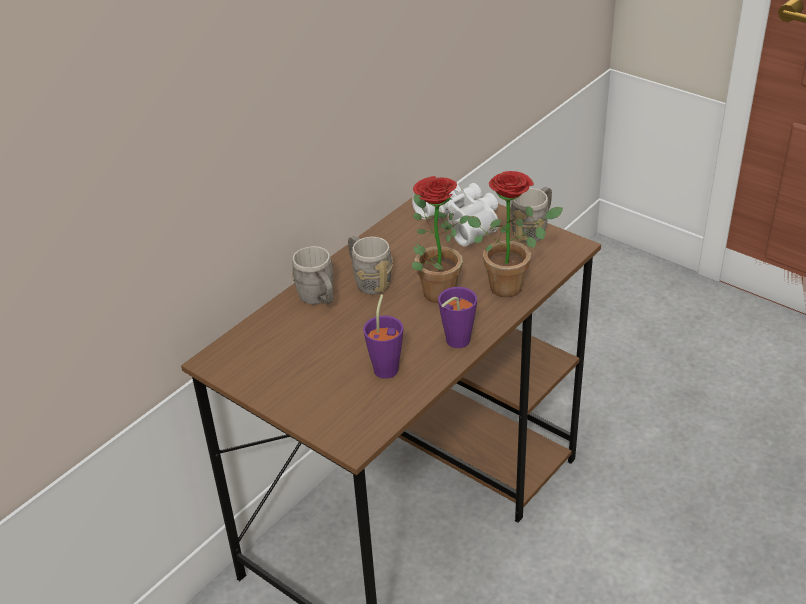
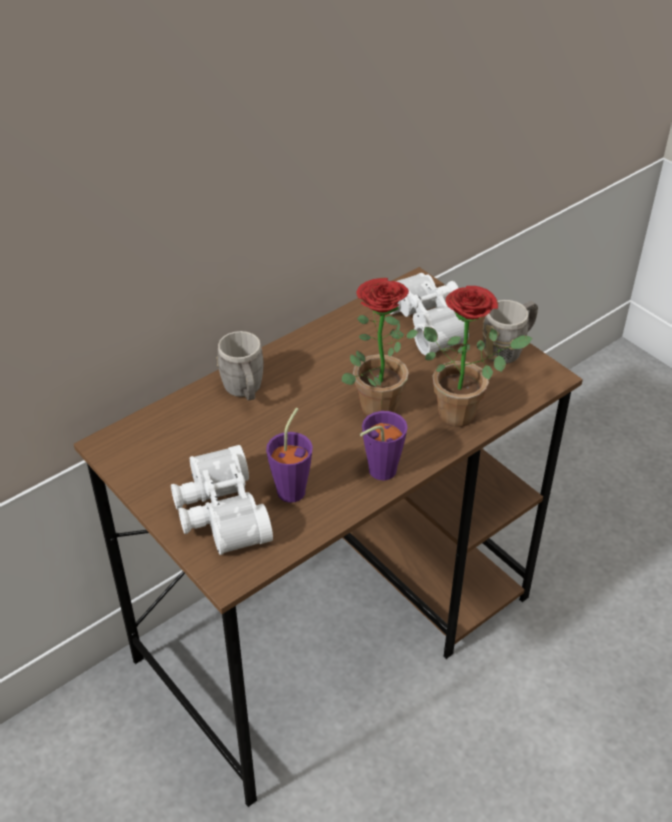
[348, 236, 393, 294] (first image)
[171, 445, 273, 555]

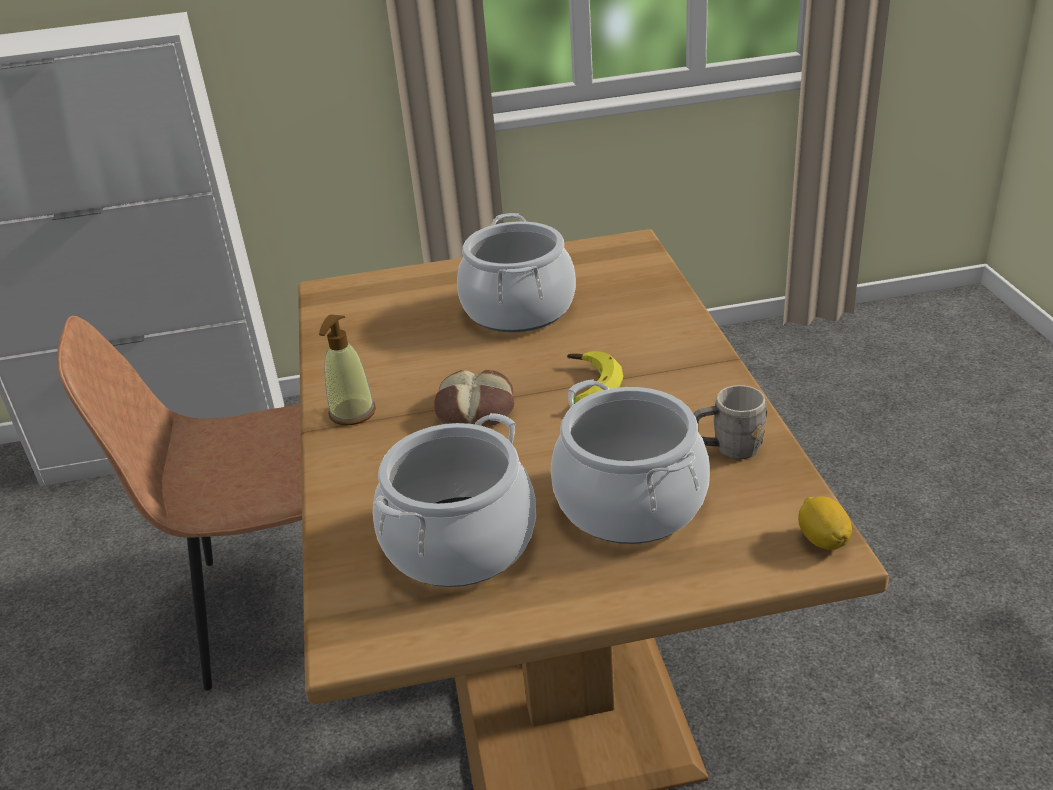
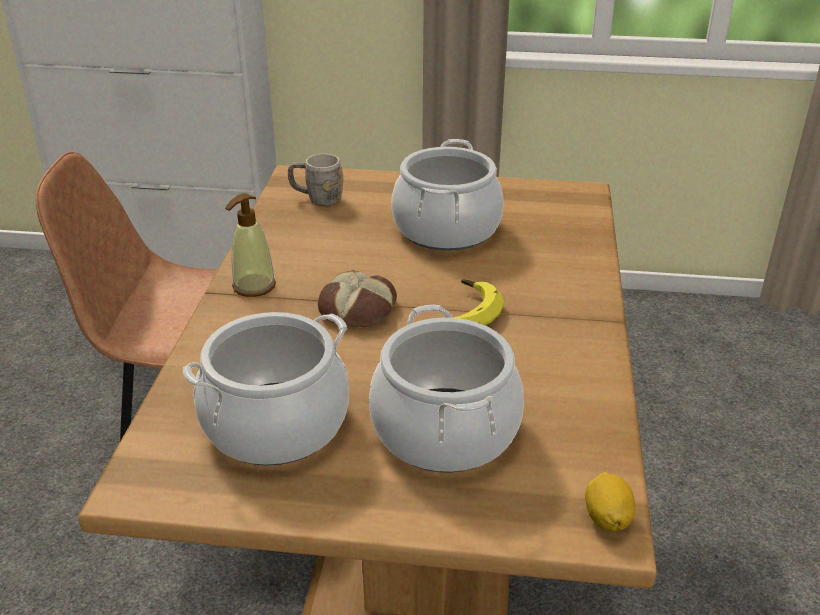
[288, 154, 343, 206]

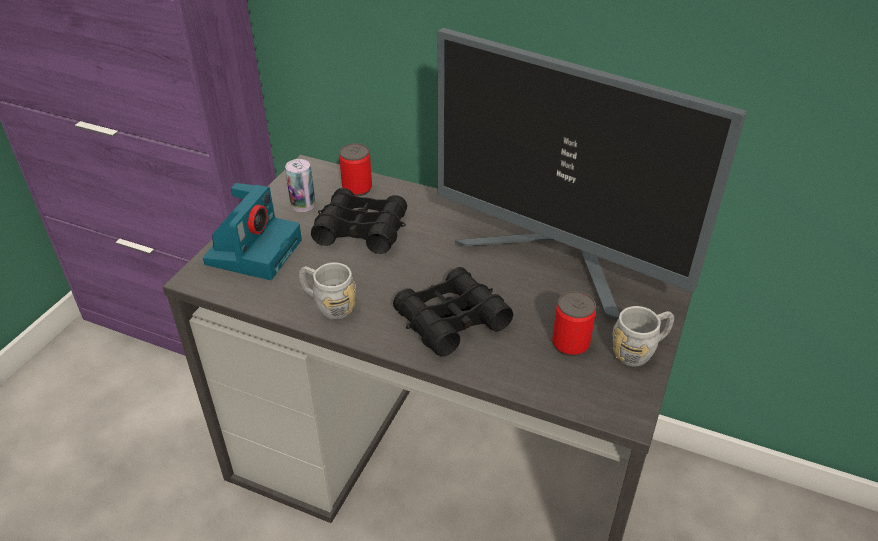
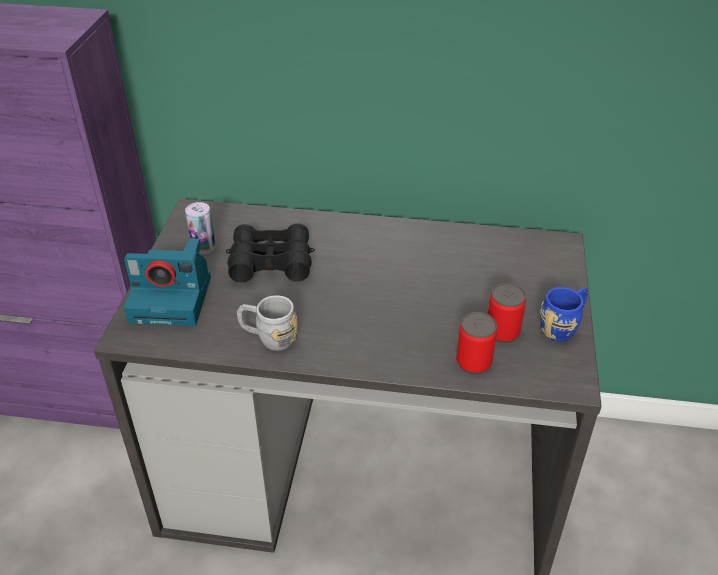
[437, 28, 747, 321] (first image)
[456, 312, 497, 374]
[124, 238, 211, 326]
[393, 267, 513, 357] (first image)
[540, 287, 588, 342]

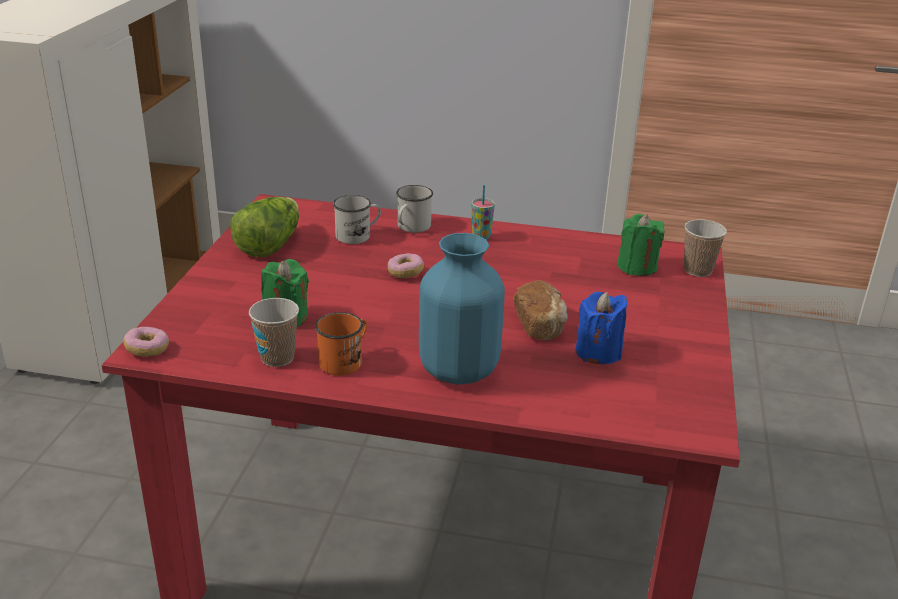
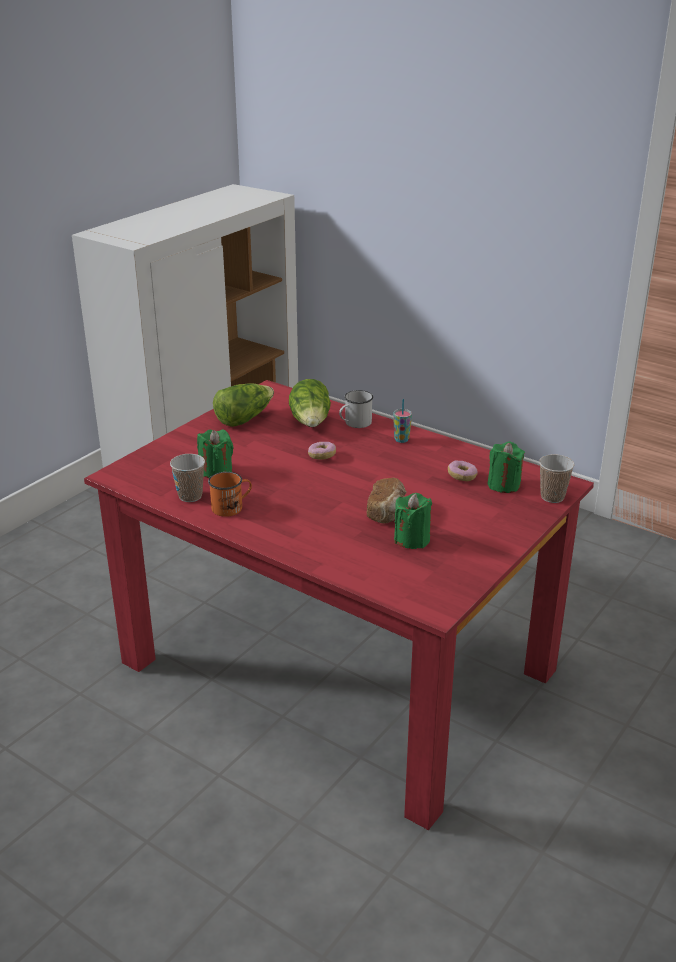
[289, 379, 331, 427]
[419, 233, 505, 384] (first image)
[394, 493, 432, 549]
[448, 461, 478, 481]

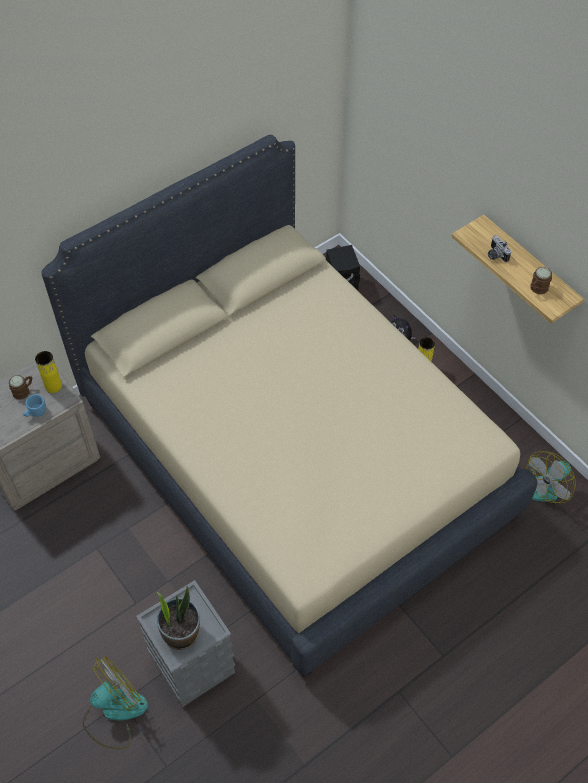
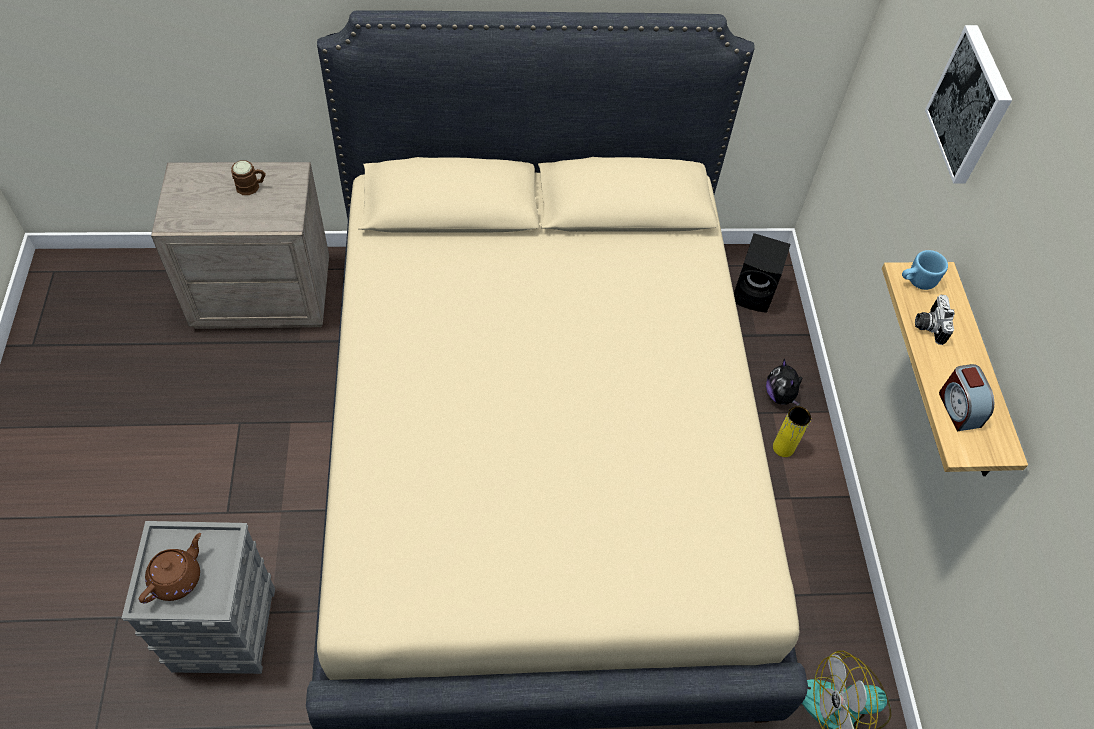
[939, 364, 994, 431]
[35, 351, 62, 393] (first image)
[902, 250, 948, 290]
[139, 533, 201, 603]
[83, 656, 148, 749] (first image)
[925, 25, 1012, 183]

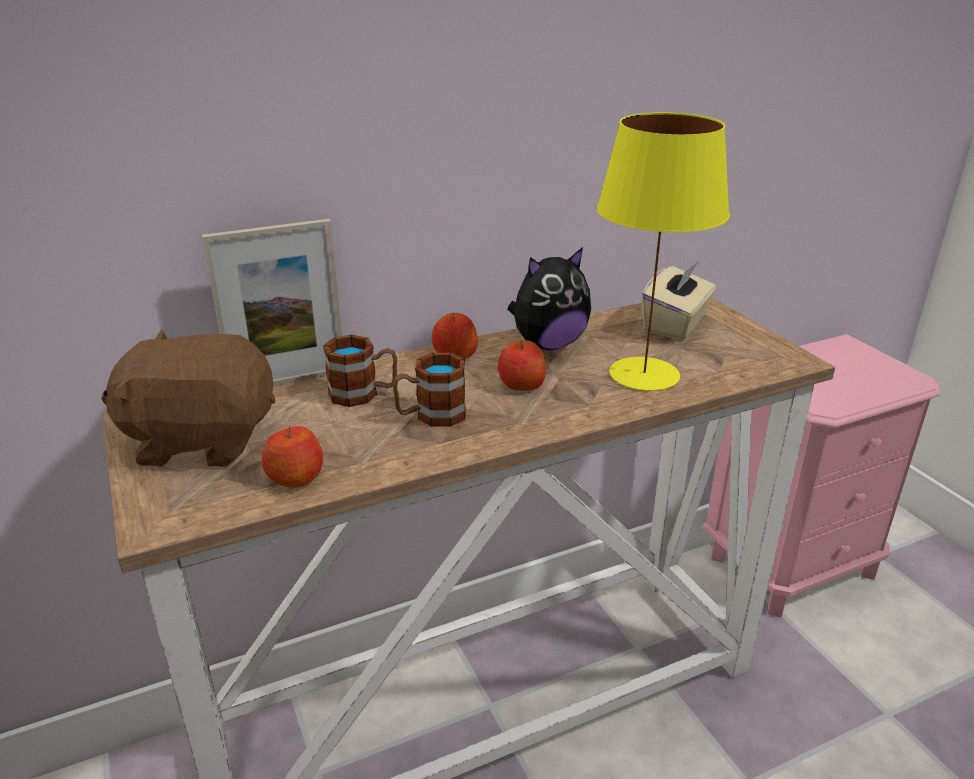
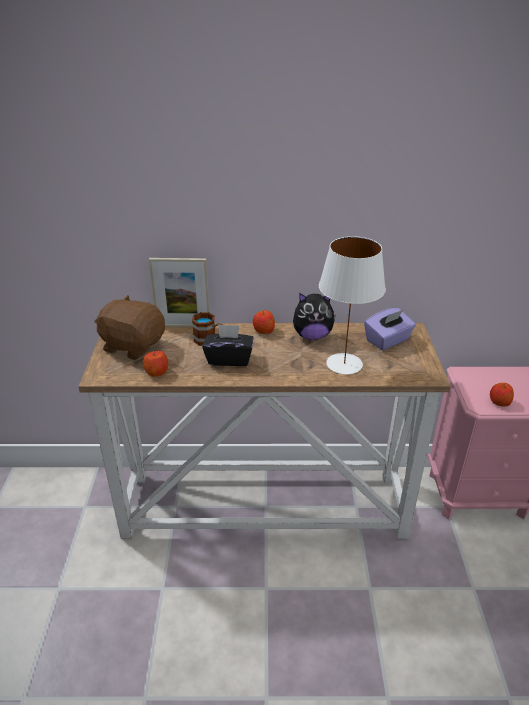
[319, 236, 386, 375]
[364, 308, 416, 350]
[490, 383, 514, 407]
[202, 324, 254, 366]

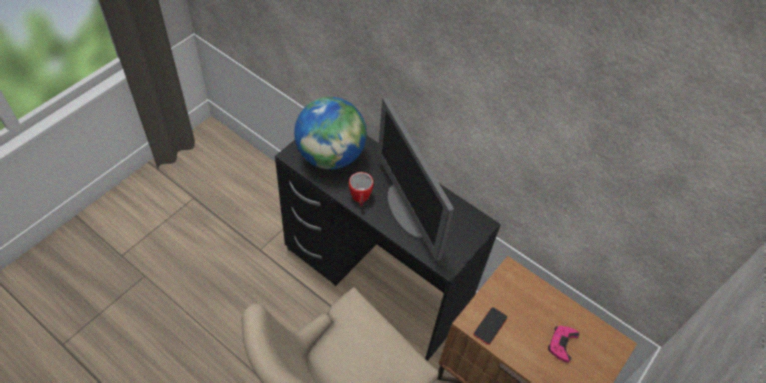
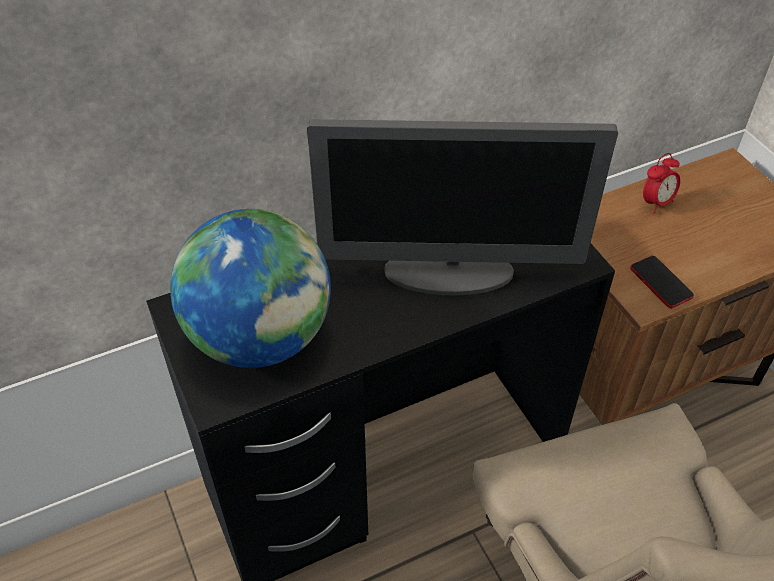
[349, 172, 374, 206] (first image)
[548, 326, 579, 362] (first image)
[643, 153, 680, 213]

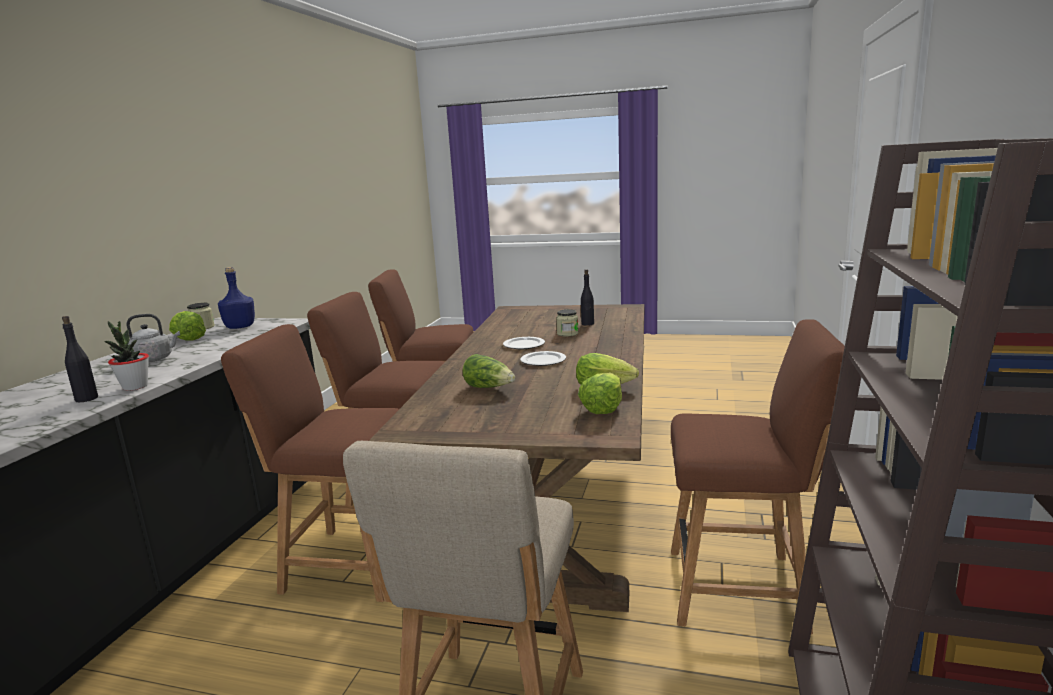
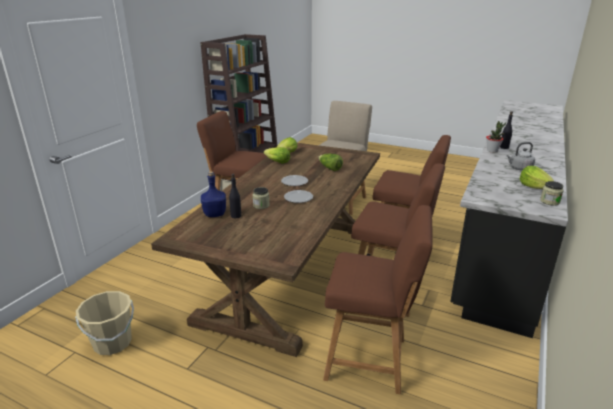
[201, 171, 226, 217]
[75, 291, 134, 355]

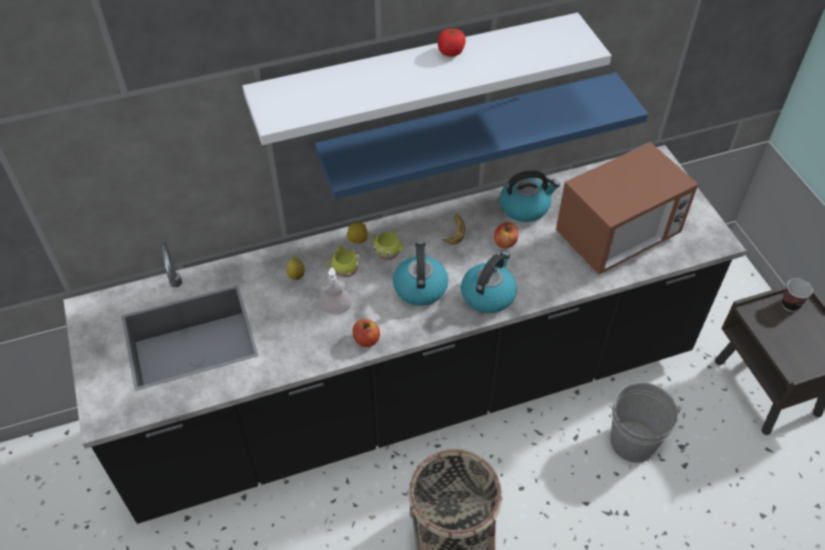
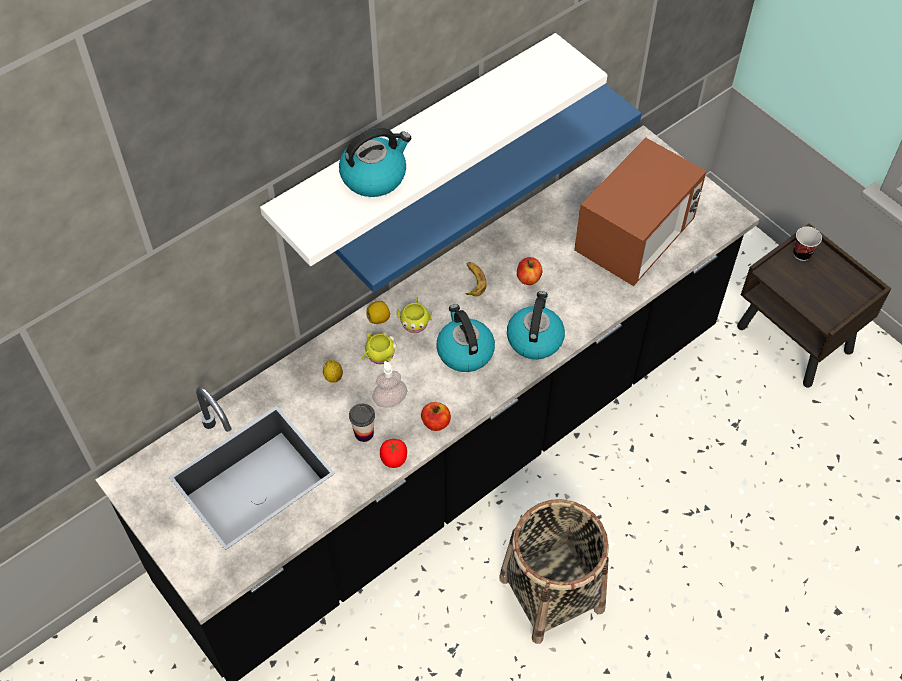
[380, 439, 407, 468]
[339, 128, 411, 197]
[609, 382, 682, 462] (first image)
[349, 404, 375, 442]

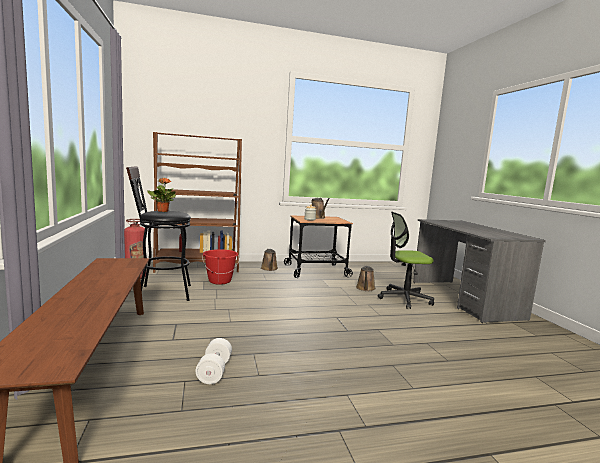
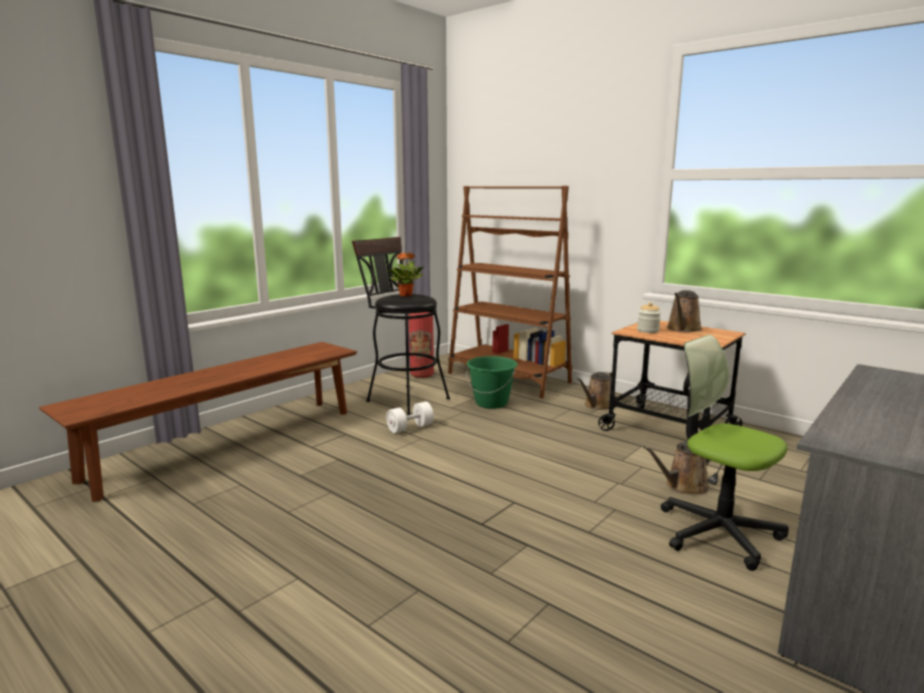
[466, 356, 518, 409]
[386, 402, 434, 433]

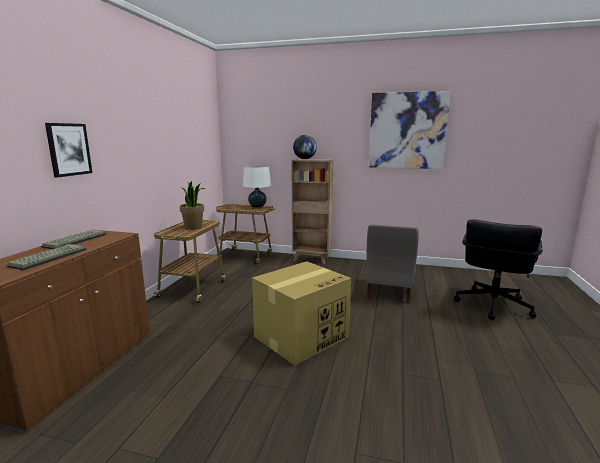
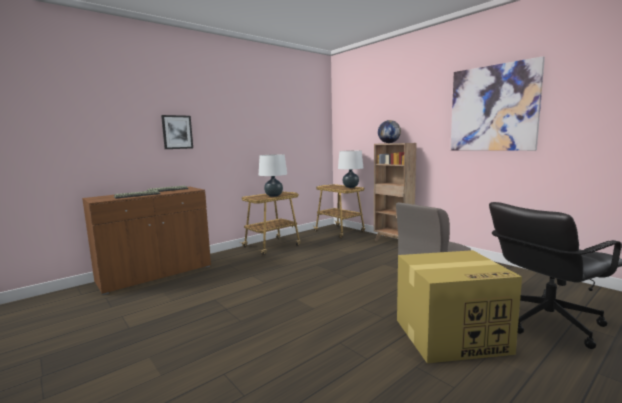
[259, 154, 287, 197]
[397, 250, 522, 363]

